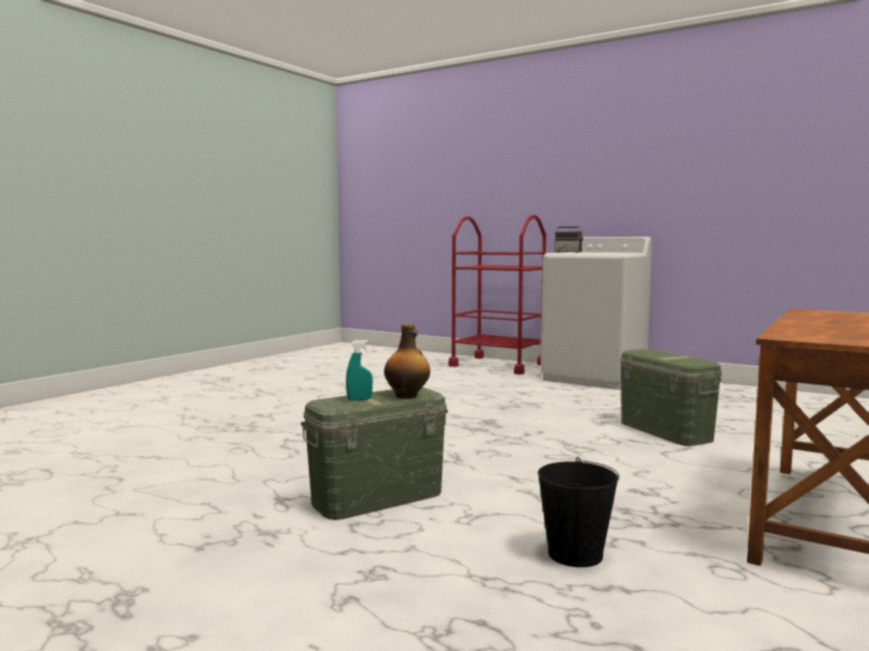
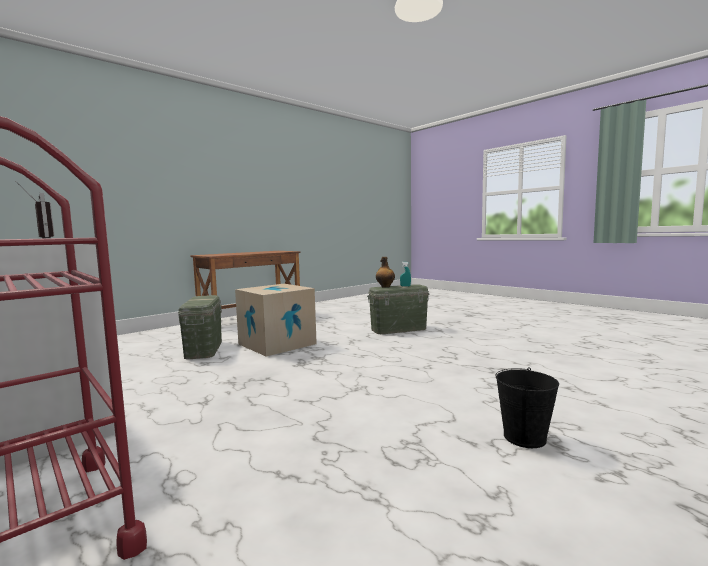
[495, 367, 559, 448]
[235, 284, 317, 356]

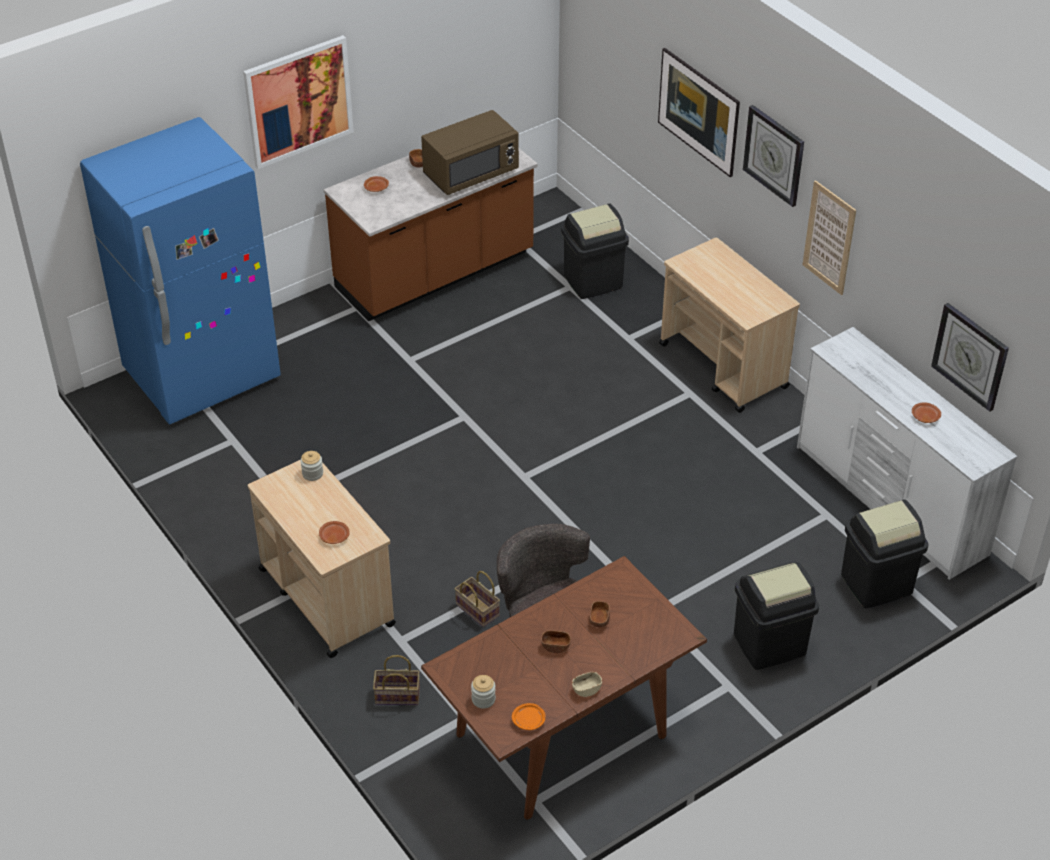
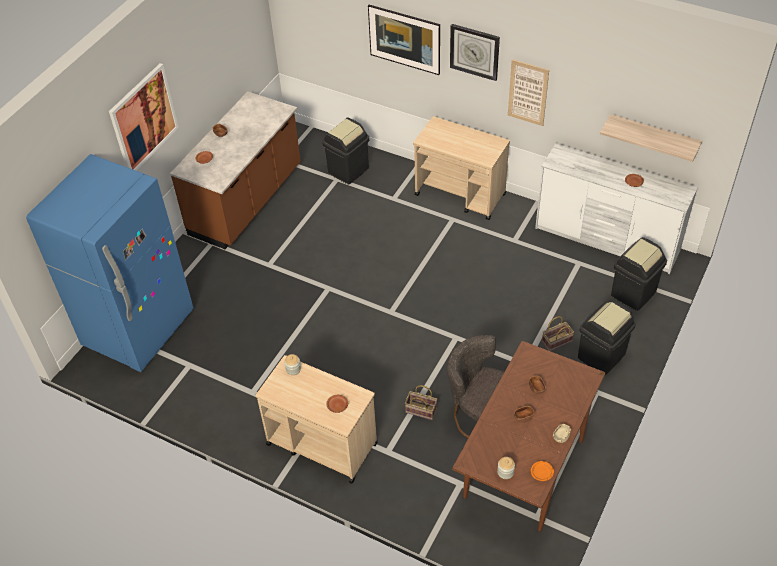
[421, 110, 519, 195] (first image)
[600, 114, 702, 162]
[542, 316, 574, 351]

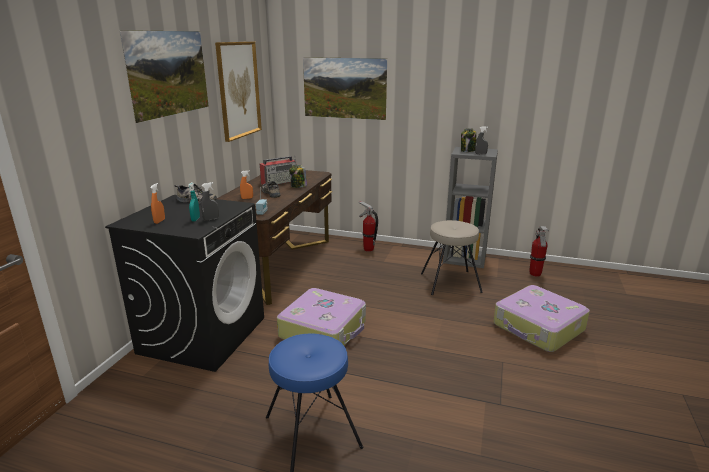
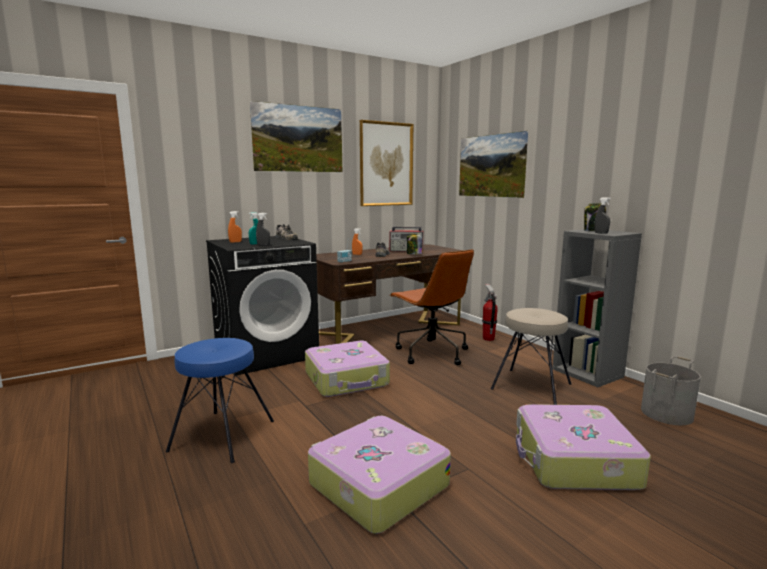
[641, 356, 701, 425]
[389, 249, 474, 365]
[308, 416, 451, 534]

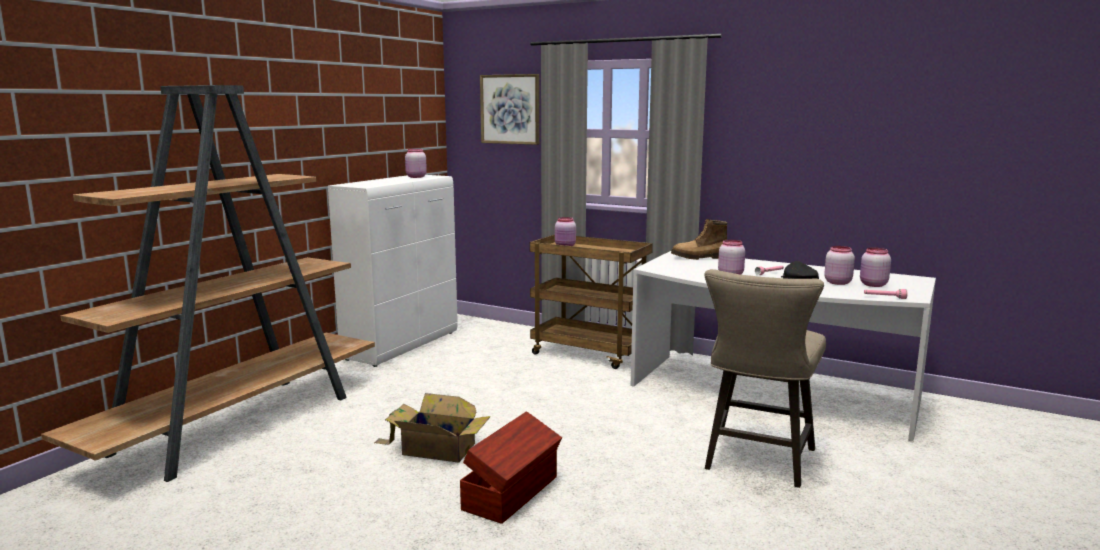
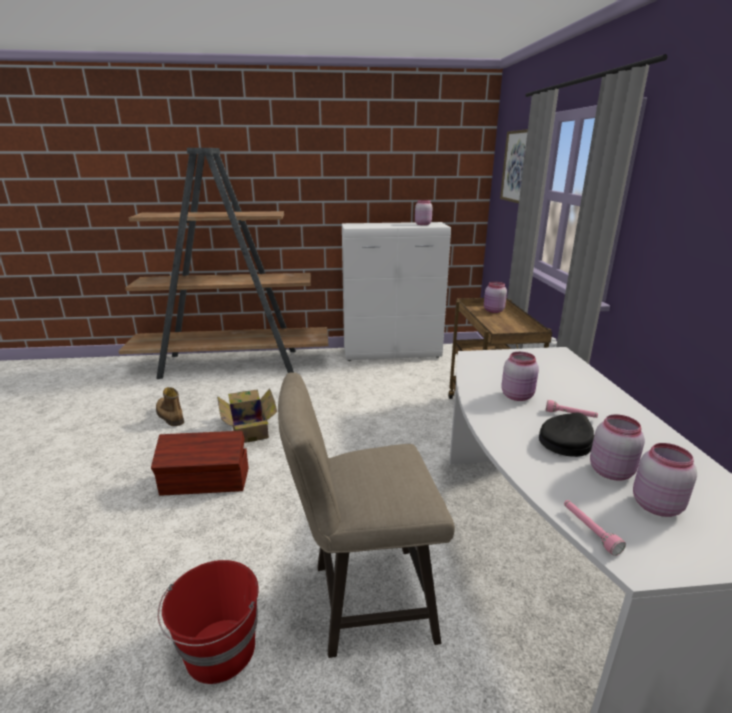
[156, 387, 184, 426]
[158, 560, 259, 684]

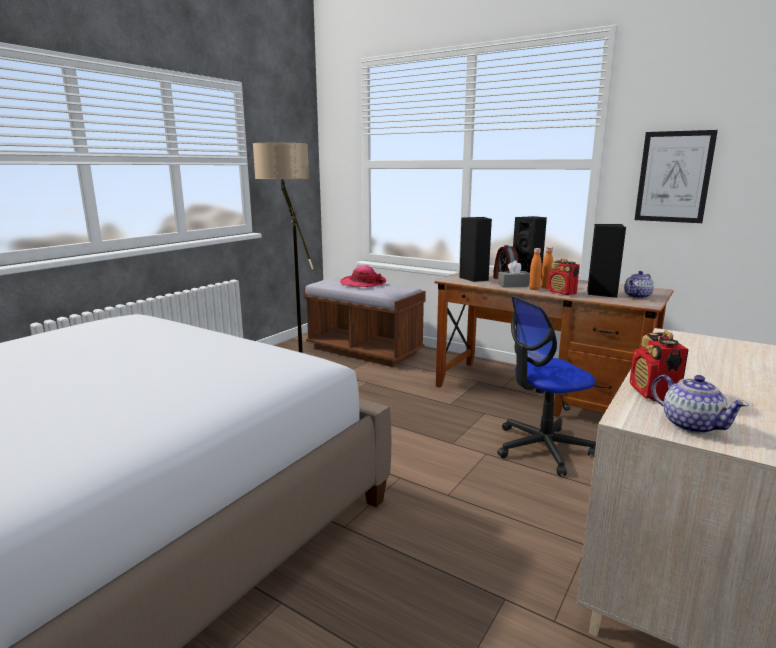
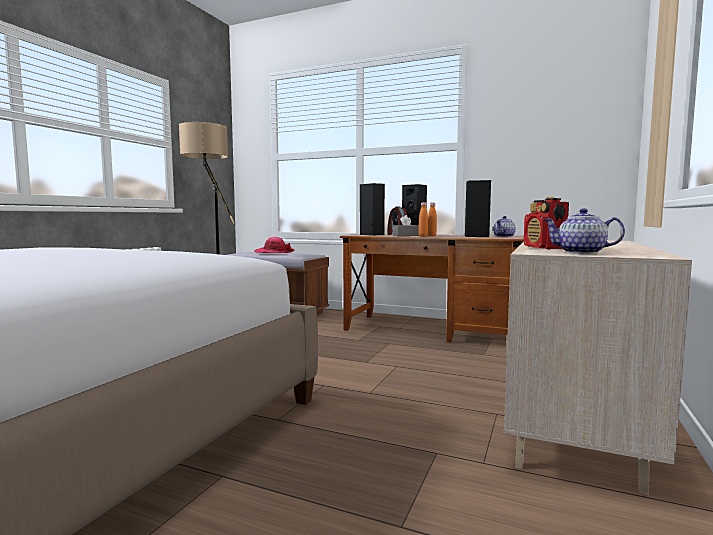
[635, 130, 718, 223] (first image)
[548, 258, 580, 295] (first image)
[497, 295, 596, 476] (first image)
[543, 208, 625, 254]

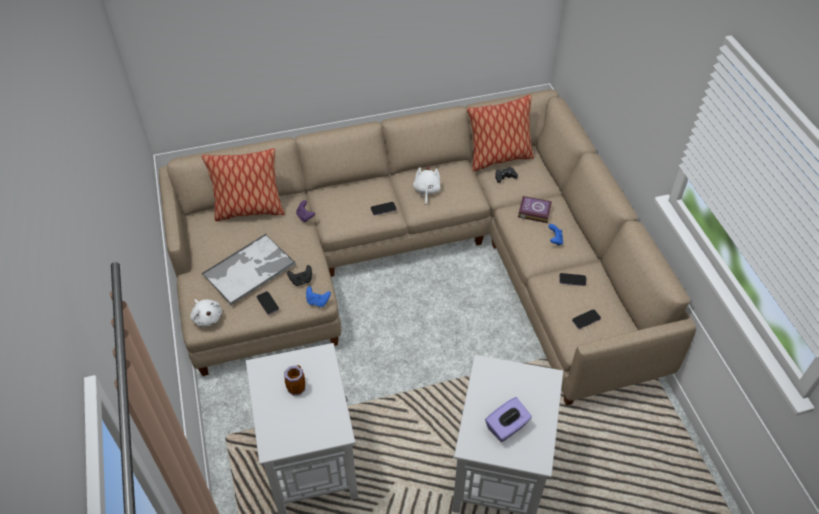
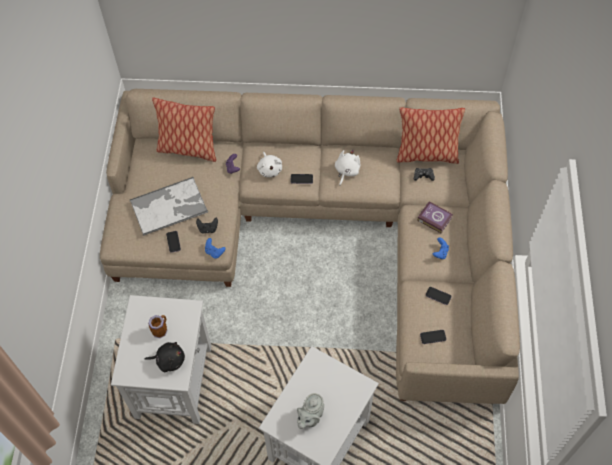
[257, 152, 282, 177]
[297, 393, 324, 429]
[145, 342, 185, 372]

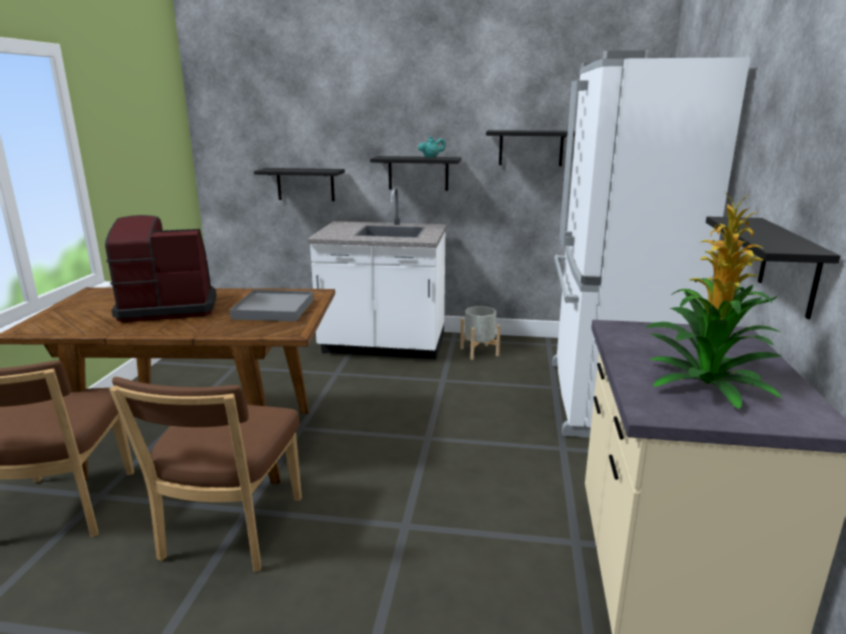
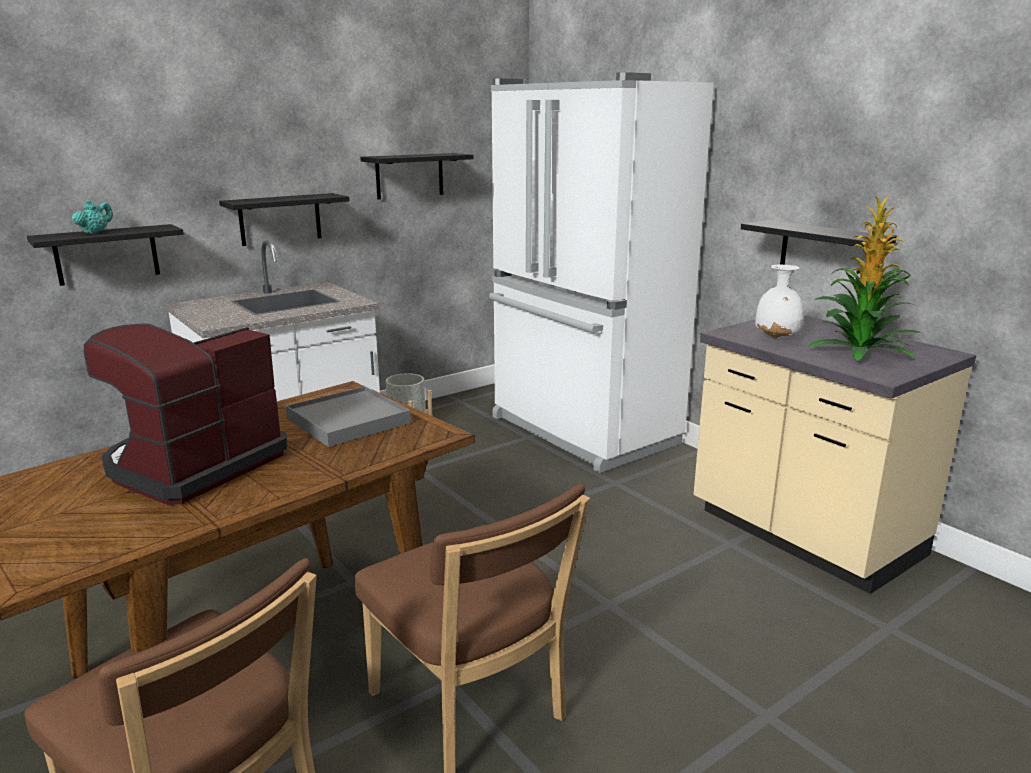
[72, 200, 113, 234]
[755, 264, 804, 339]

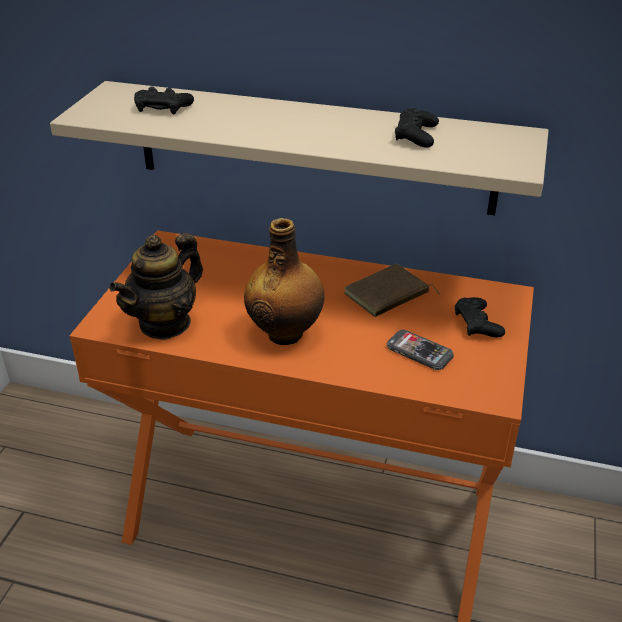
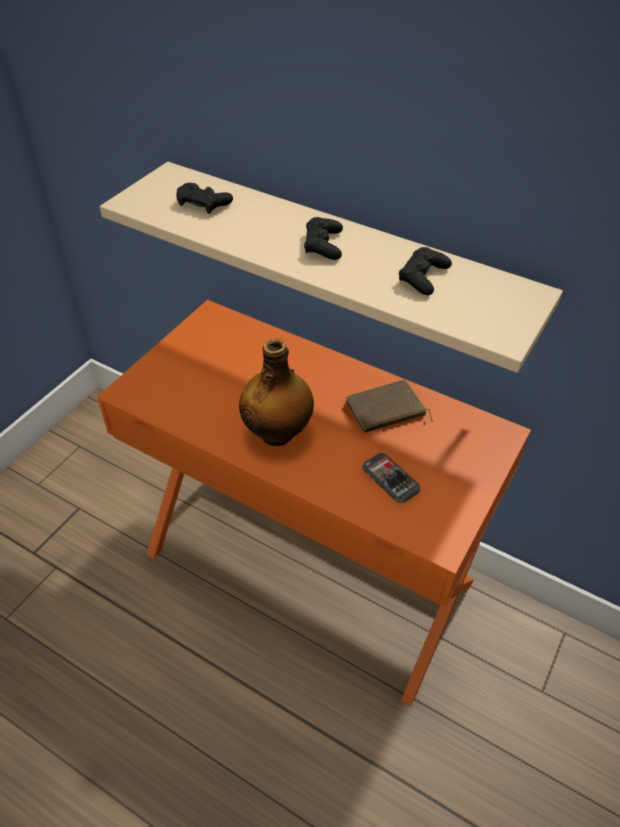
[109, 233, 203, 340] (first image)
[304, 217, 343, 260]

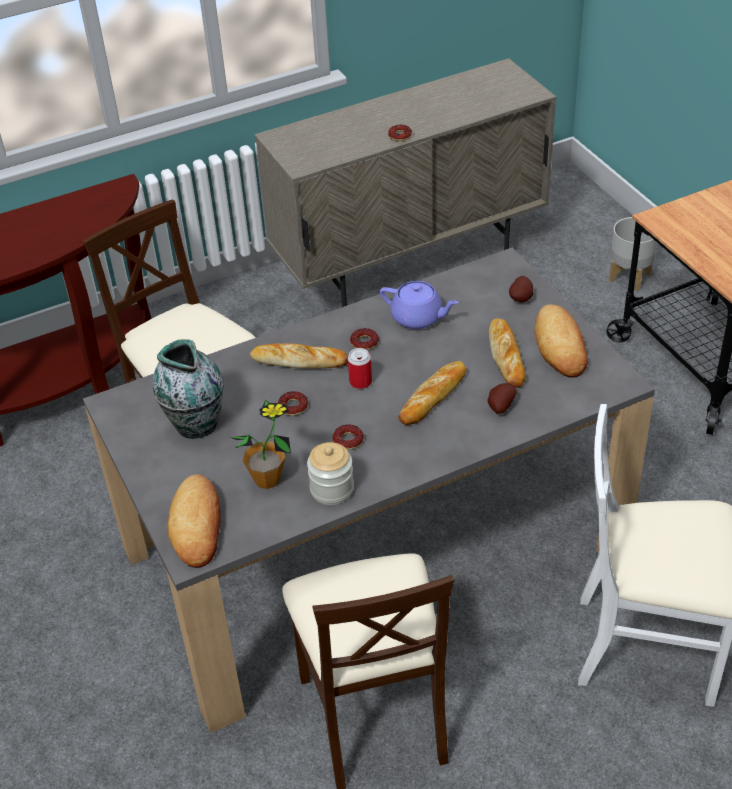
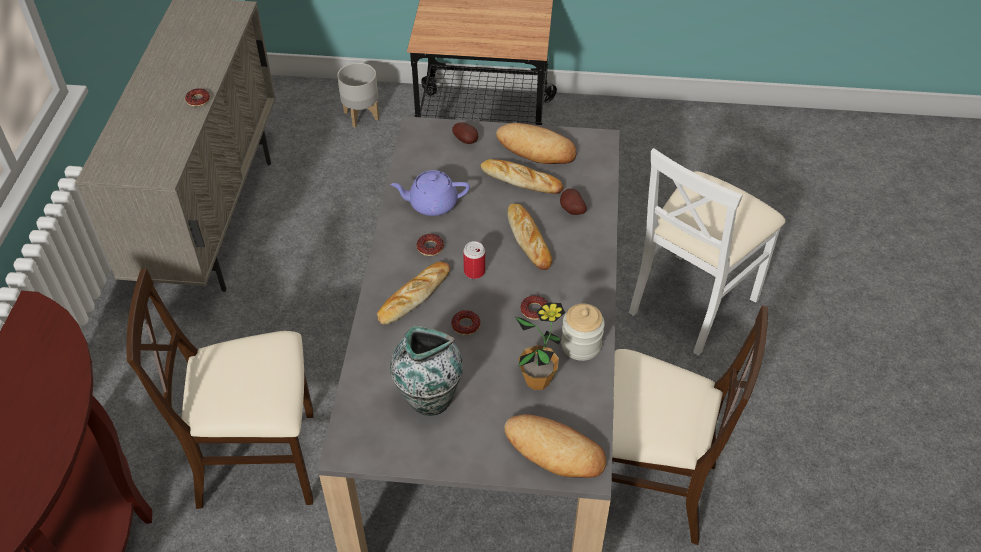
[390, 170, 470, 216]

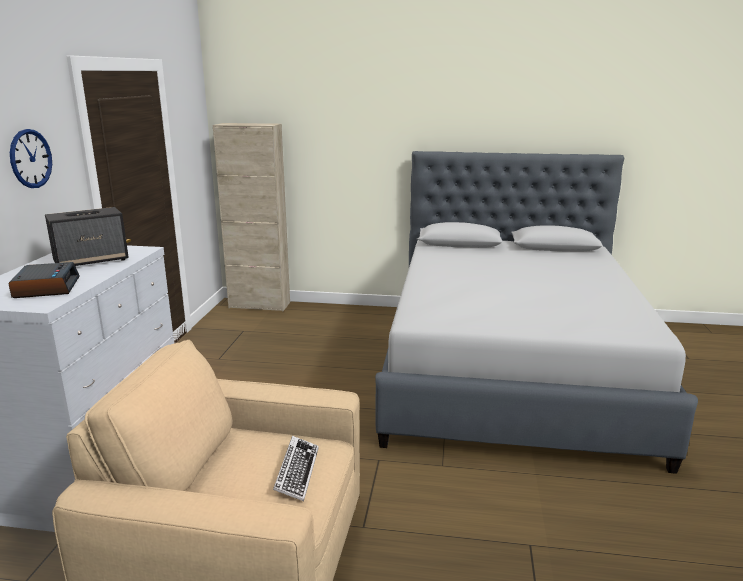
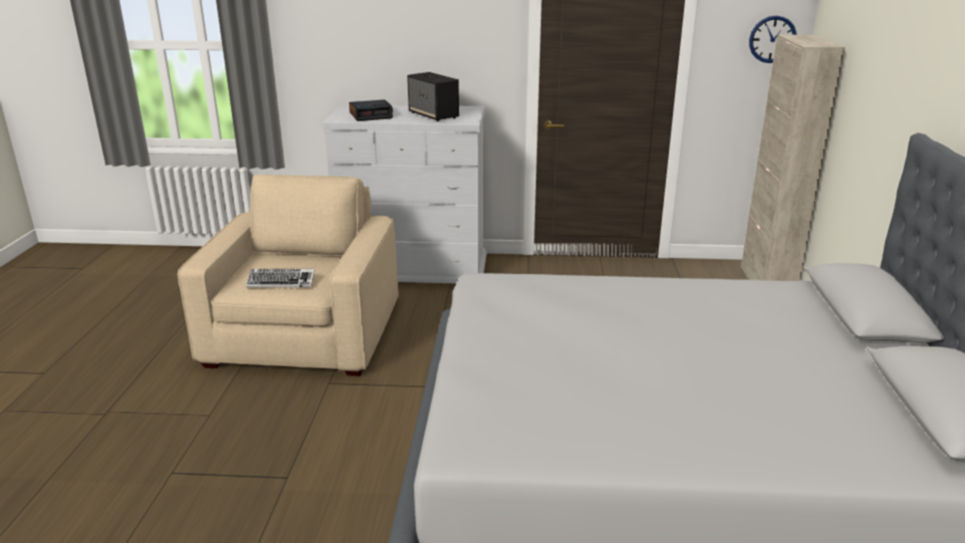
[749, 16, 797, 63]

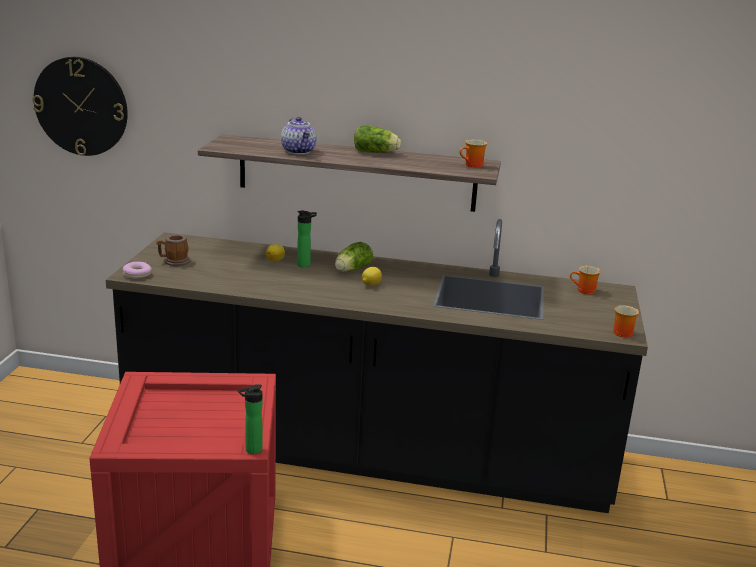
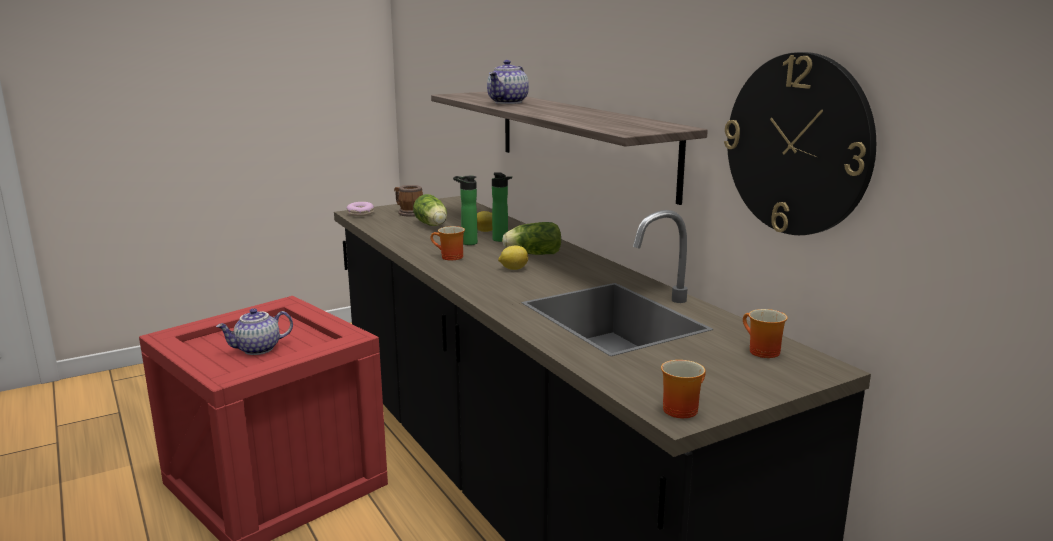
[724, 52, 876, 235]
[413, 194, 447, 226]
[430, 226, 465, 260]
[453, 176, 478, 245]
[216, 308, 293, 355]

